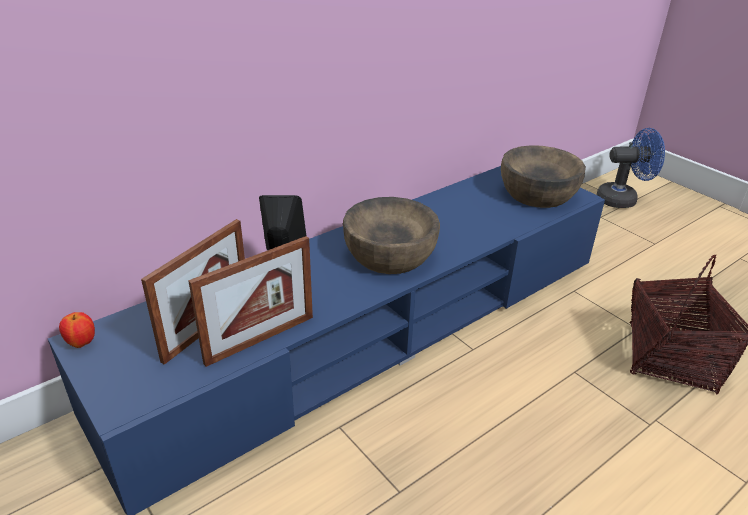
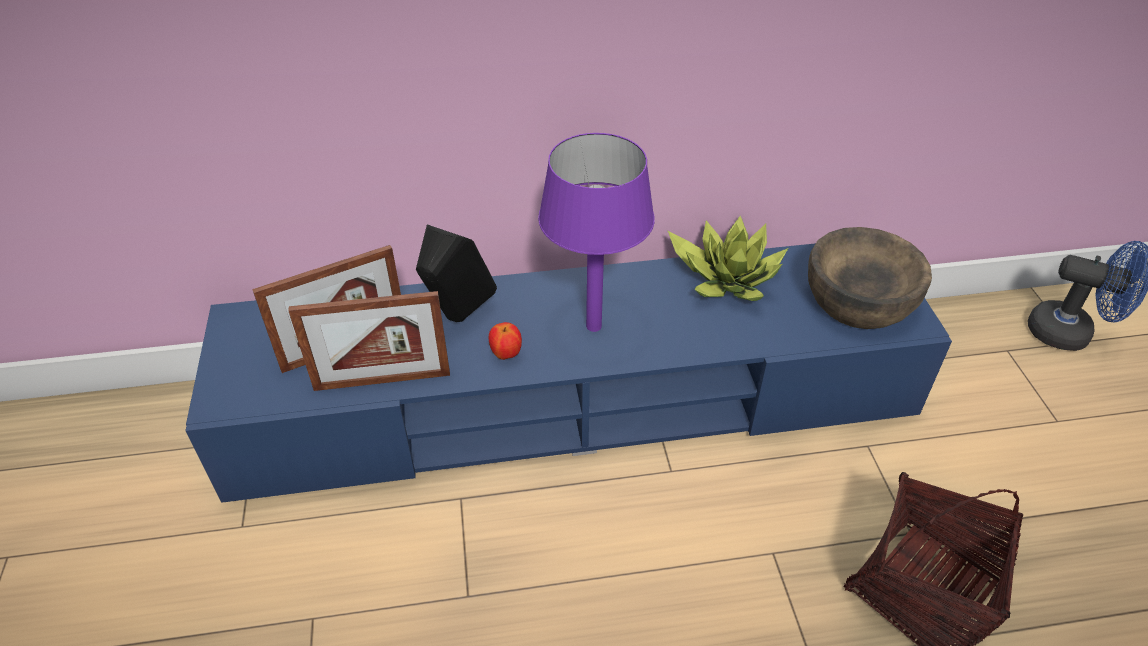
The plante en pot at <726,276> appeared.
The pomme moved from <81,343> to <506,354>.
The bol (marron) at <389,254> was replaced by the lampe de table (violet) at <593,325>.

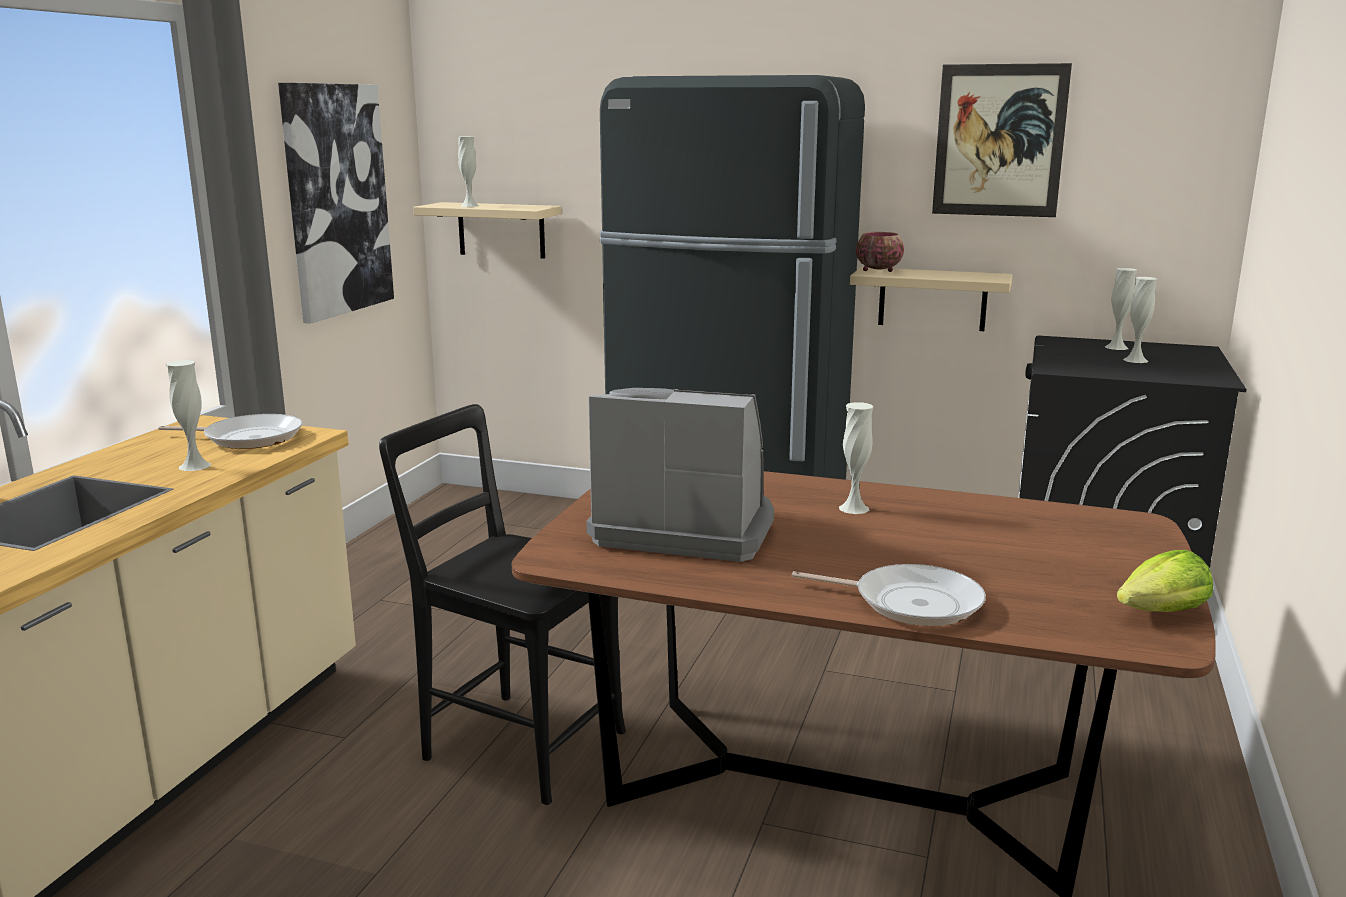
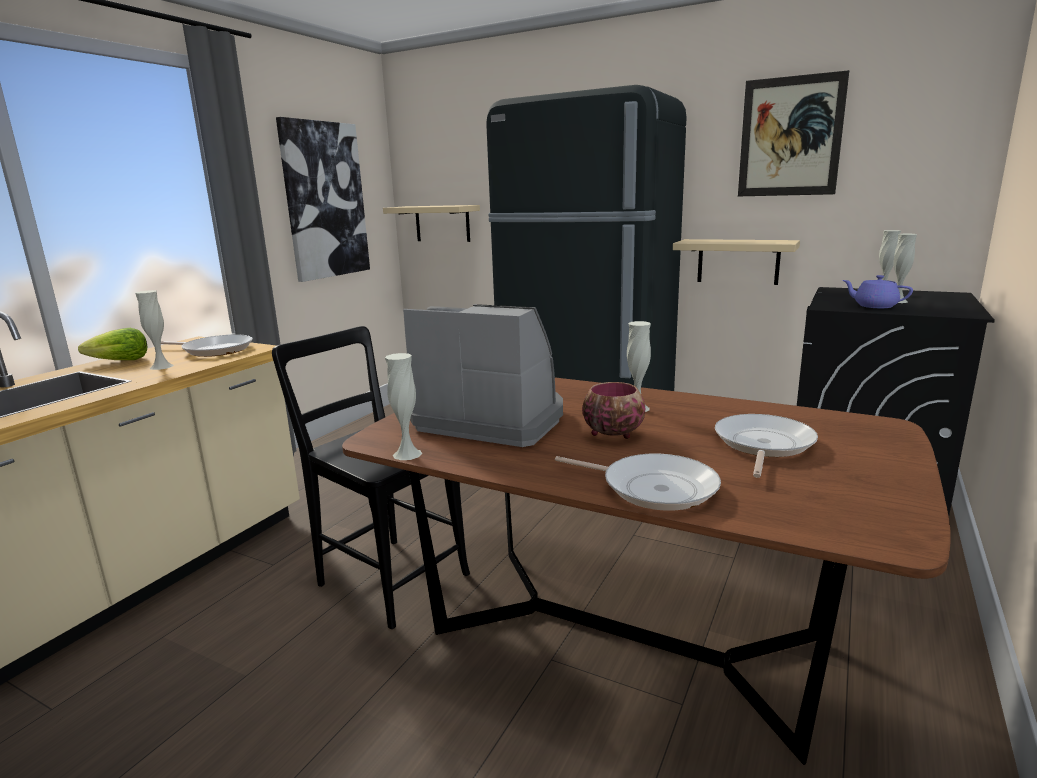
The poêle at <762,445> appeared.
The théière (violet) at <874,306> appeared.
The vase (blanc) moved from <469,206> to <407,454>.
The bol moved from <878,270> to <612,433>.
The laitue moved from <1162,613> to <119,361>.

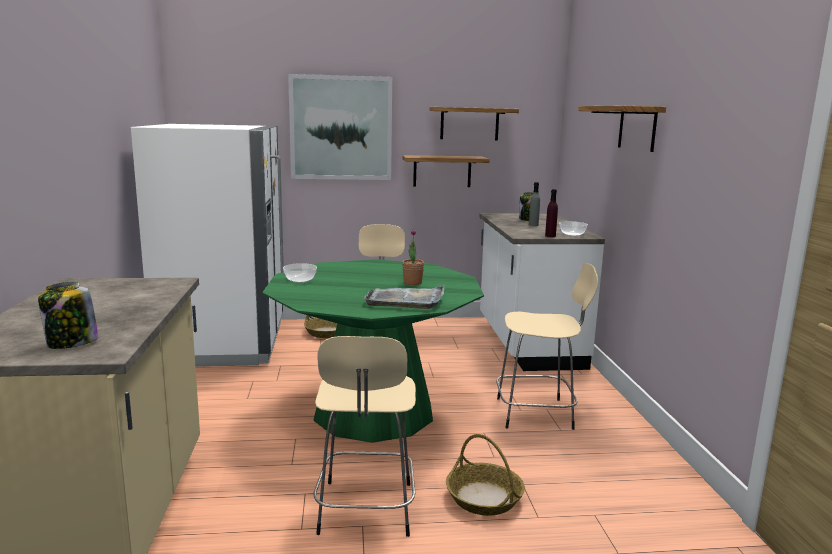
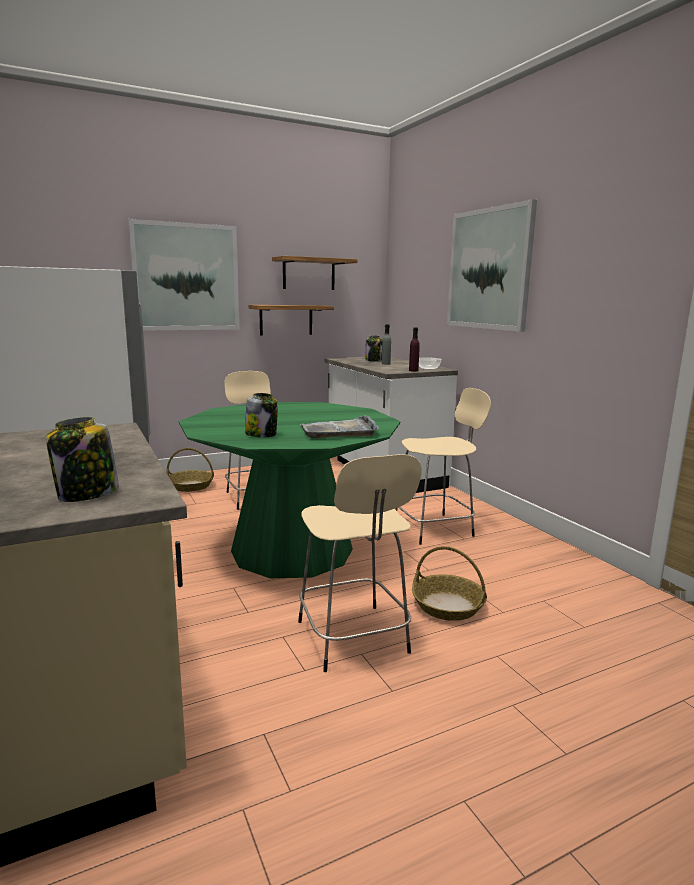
The bol at <300,280> disappeared.
The plante en pot at <412,283> disappeared.
The bocal at <261,434> appeared.
The étagère at <637,128> was replaced by the tableau at <489,269>.

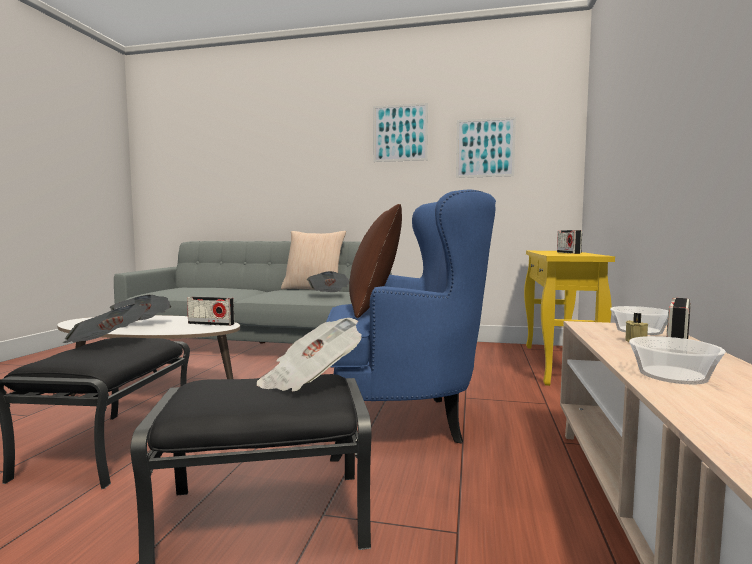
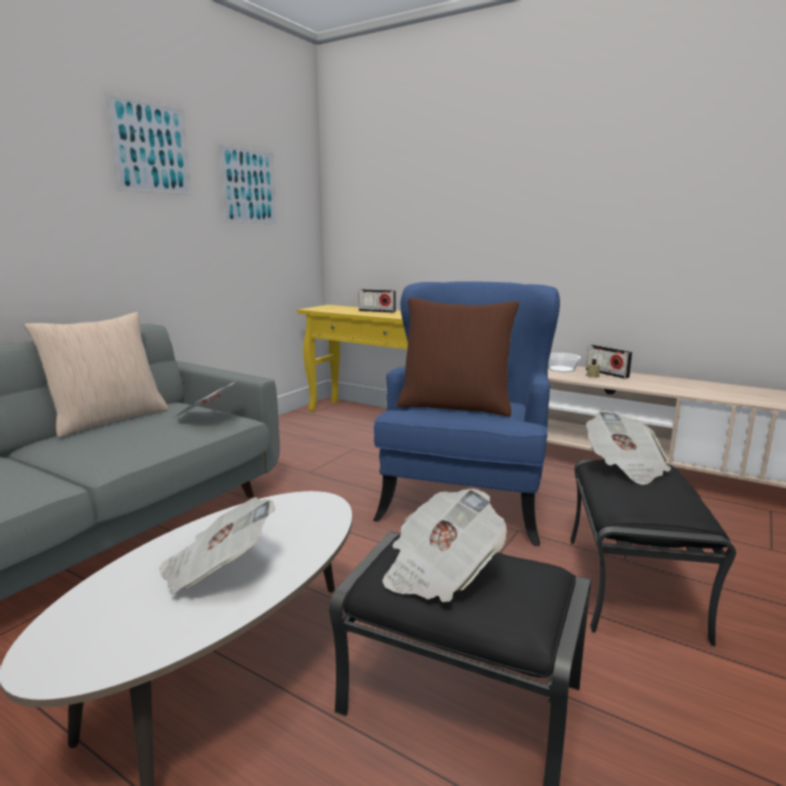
The radio at <211,324> disappeared.
The bol at <672,375> disappeared.

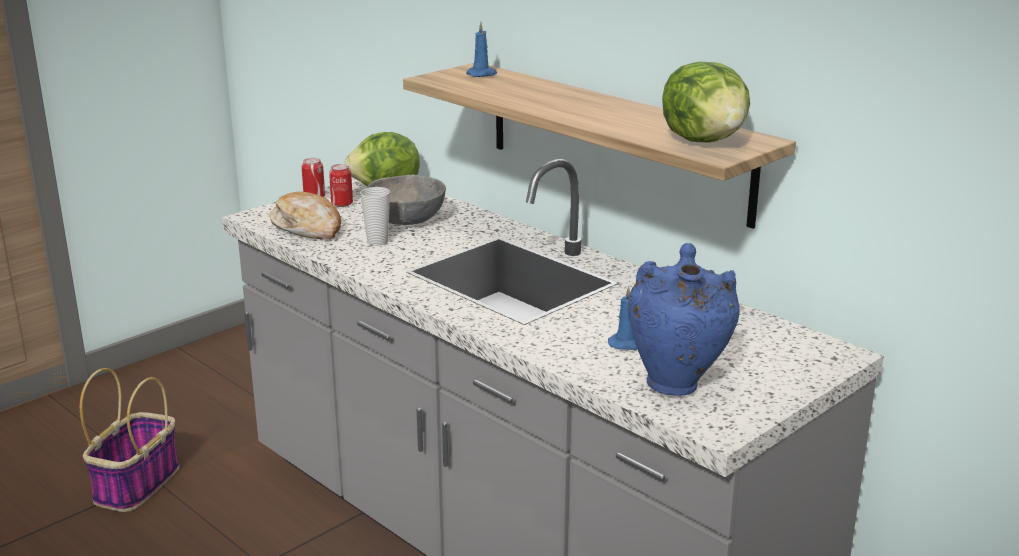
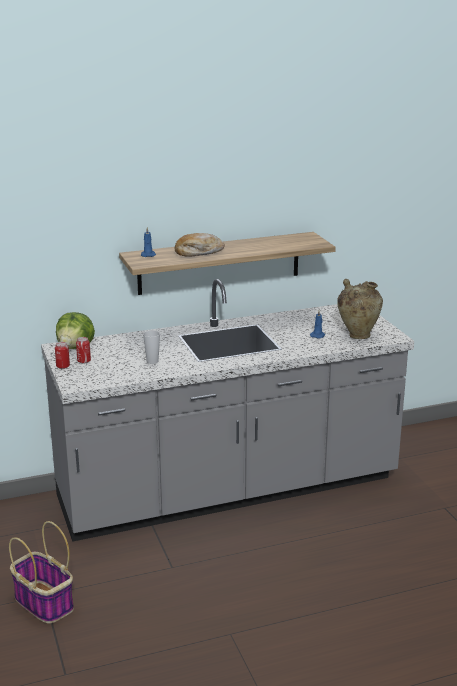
The bol (gris) at <406,219> disappeared.
The laitue at <705,140> disappeared.
The pain moved from <308,228> to <198,252>.
The vase (bleu) at <677,384> became the vase (beige) at <358,335>.

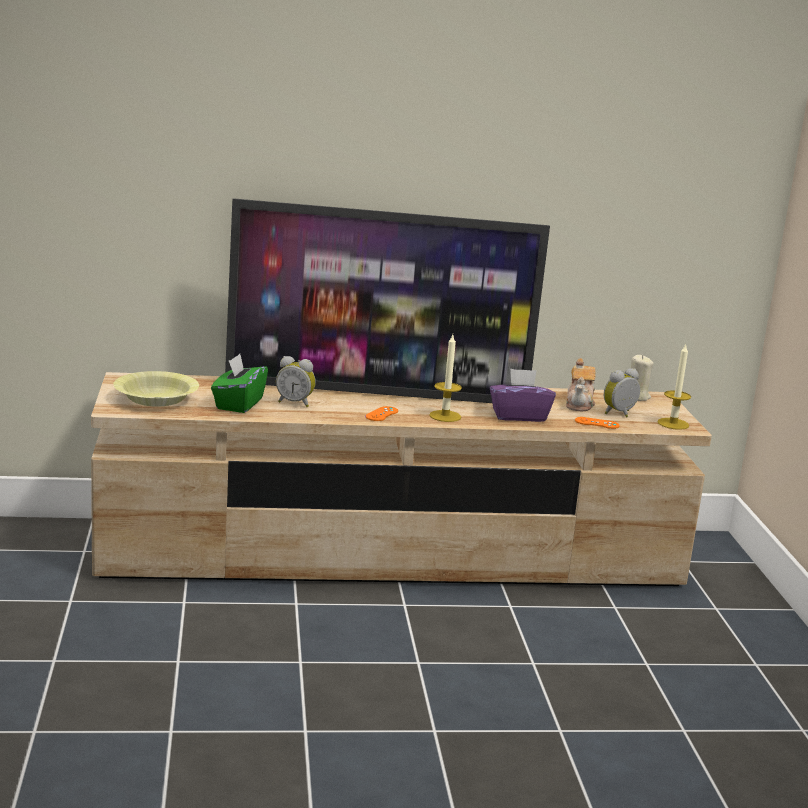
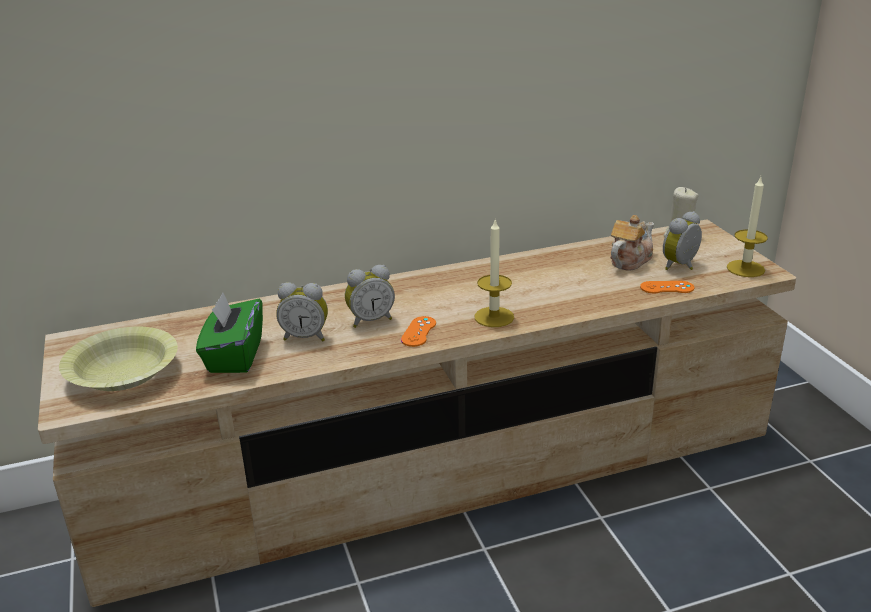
The téléviseur at <377,393> disappeared.
The boîte à mouchoirs (violet) at <519,416> disappeared.
The réveil at <370,320> appeared.
The théière at <579,404> turned 135 degrees counterclockwise.

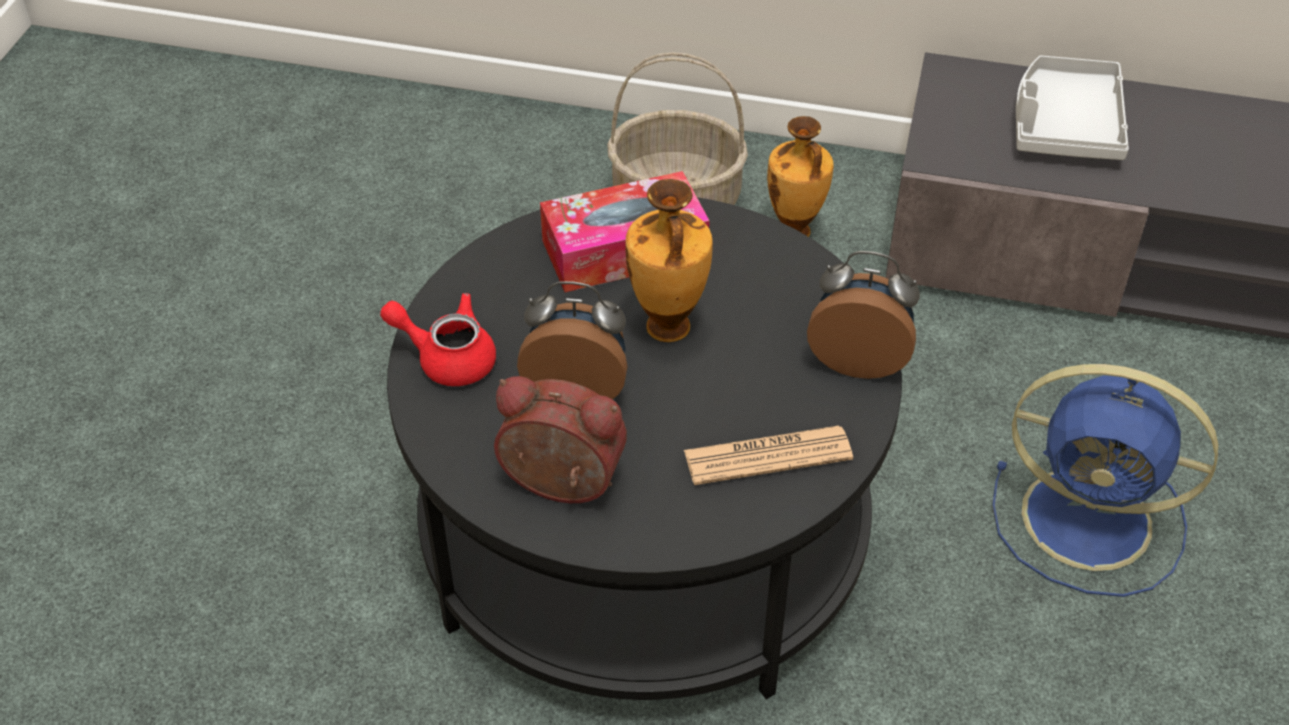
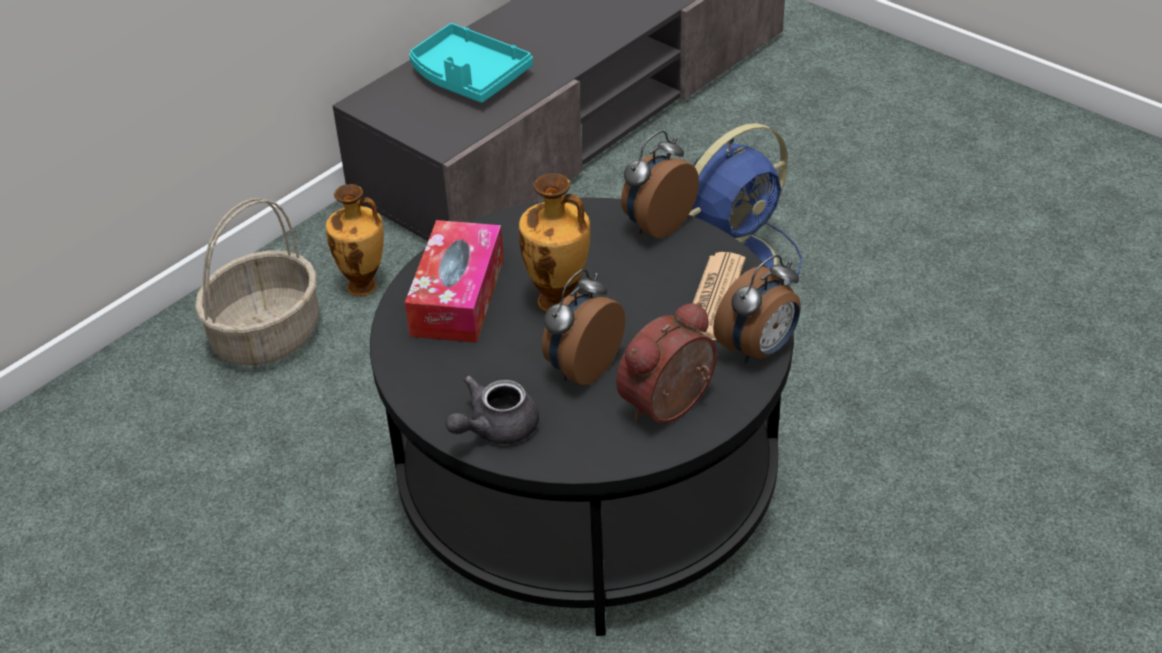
The réveil at <759,350> appeared.
The théière (rouge) at <447,357> became the théière (gris) at <495,429>.
The plateau (gris) at <1065,124> became the plateau (turquoise) at <468,77>.

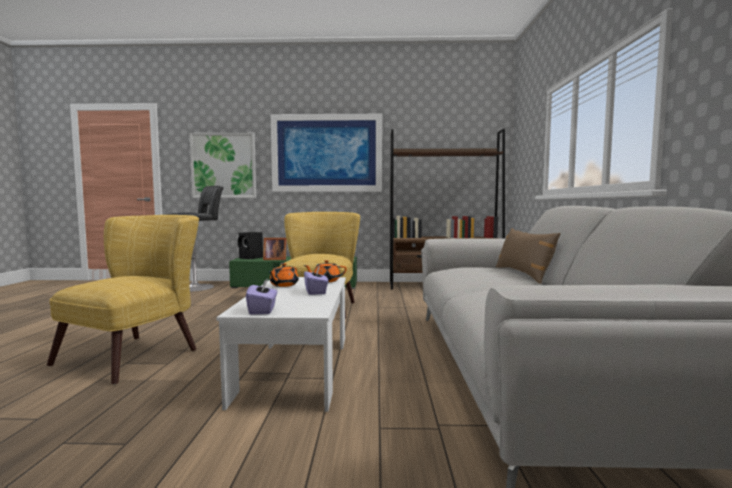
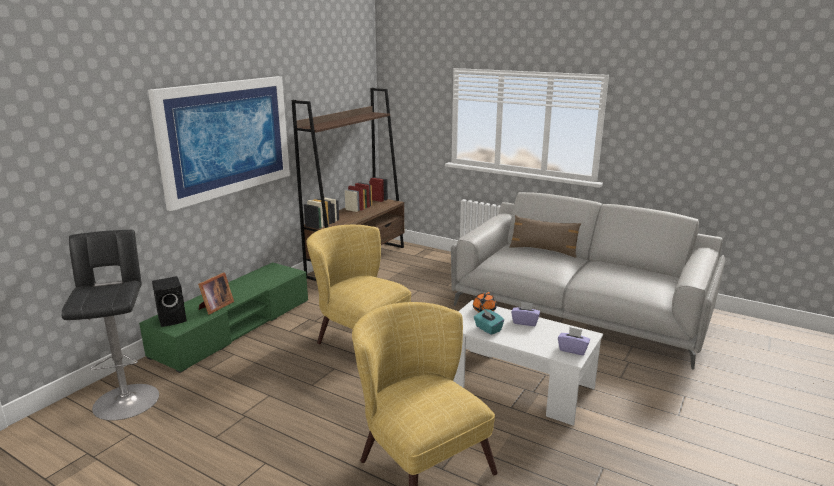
The tableau at <223,165> disappeared.
The théière (orange) at <283,285> was replaced by the boîte à mouchoirs (turquoise) at <488,329>.

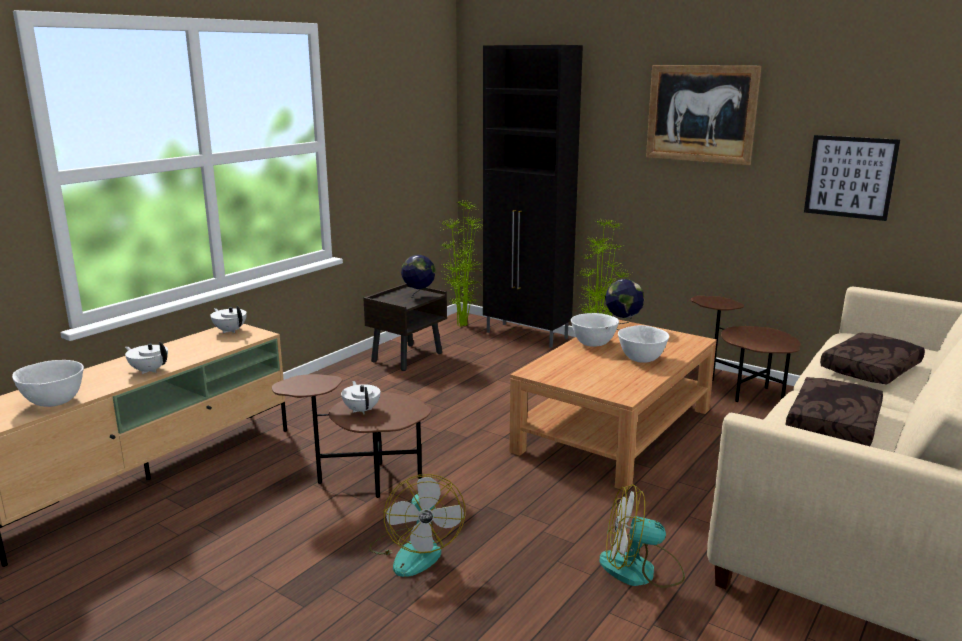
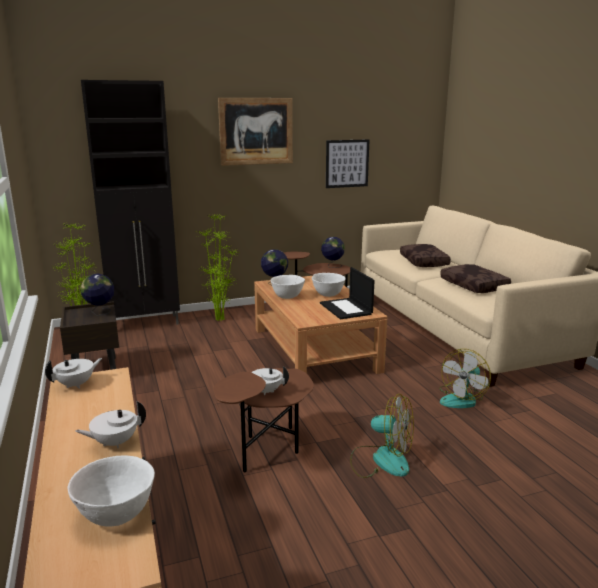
The ordinateur portable at <346,309> appeared.
The globe at <332,266> appeared.
The théière (blanc) at <230,330> turned 150 degrees clockwise.

